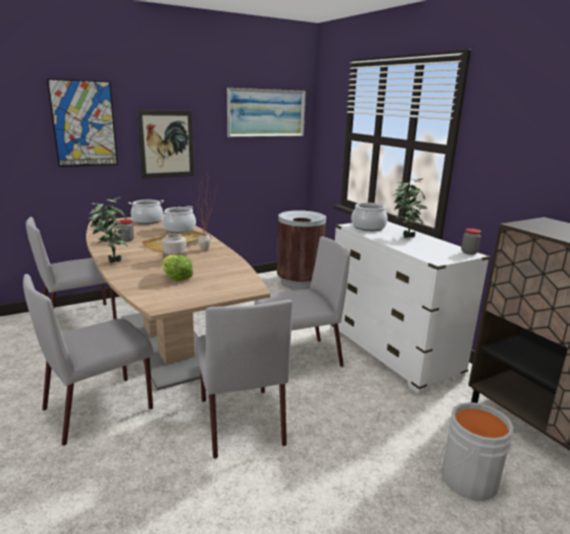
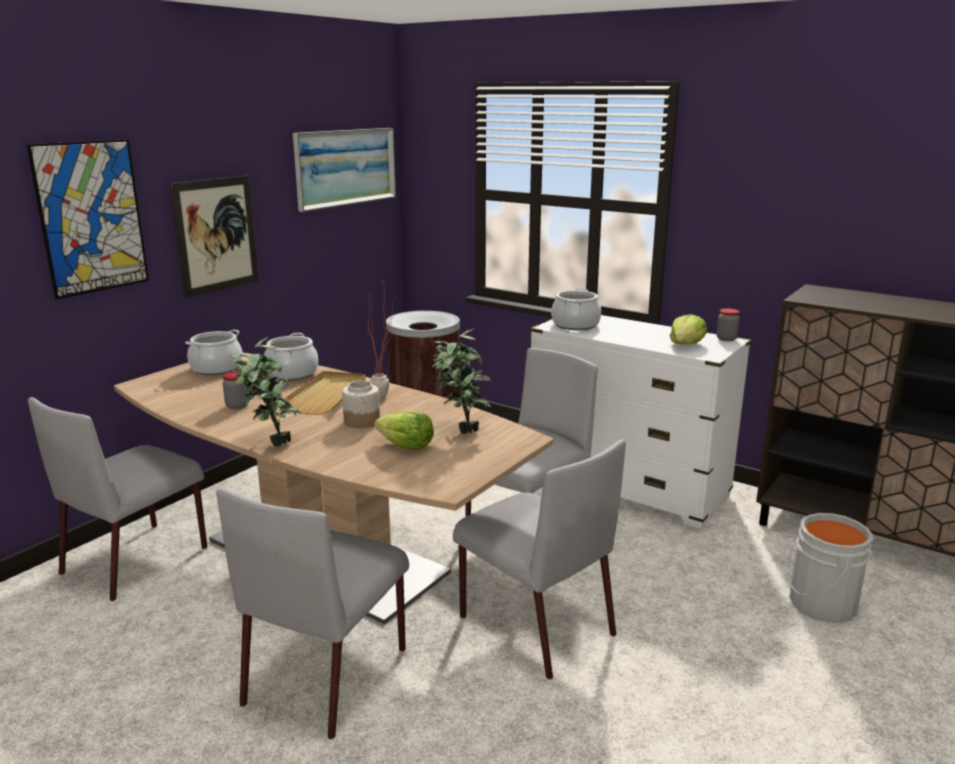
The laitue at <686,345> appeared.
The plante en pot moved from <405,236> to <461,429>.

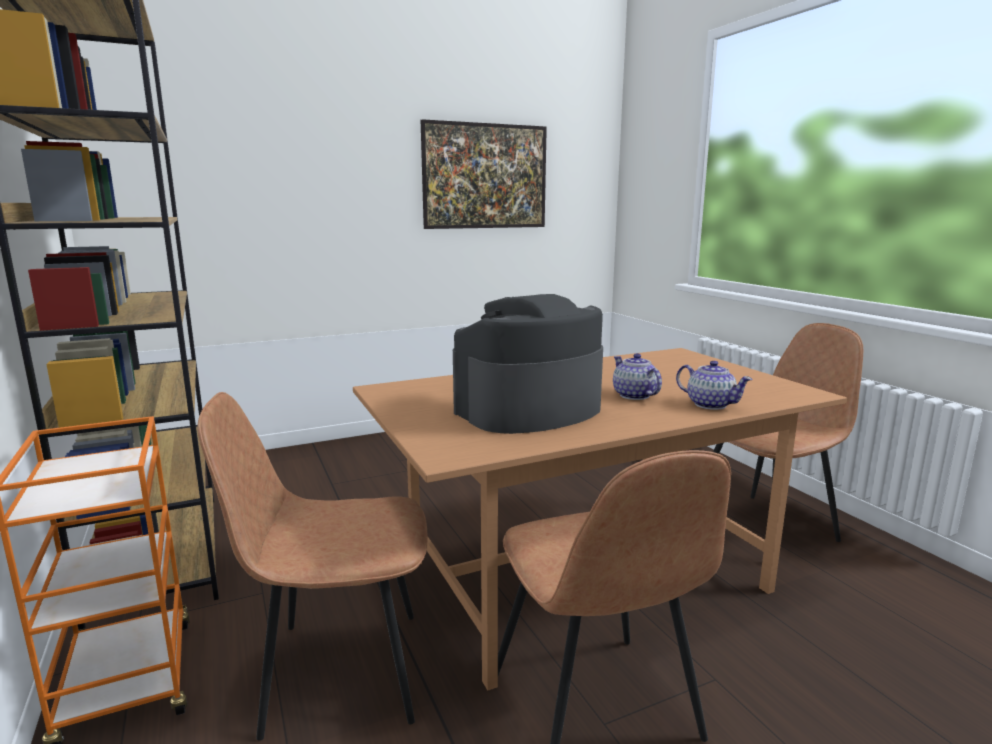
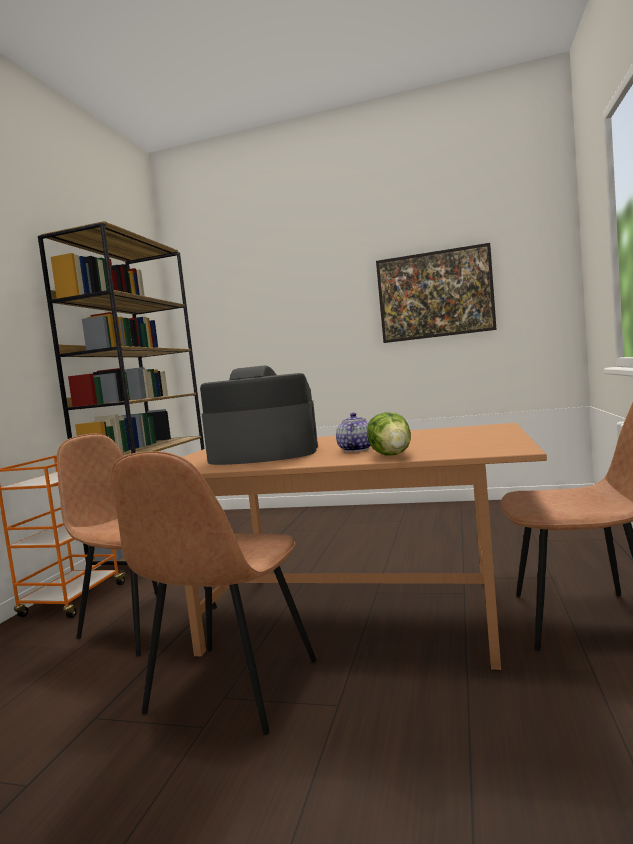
The théière at <710,404> was replaced by the laitue at <392,455>.

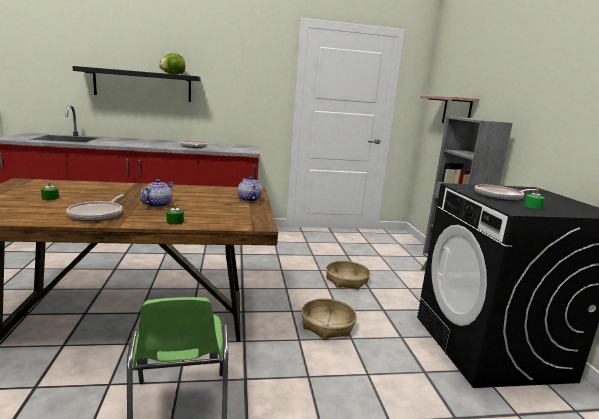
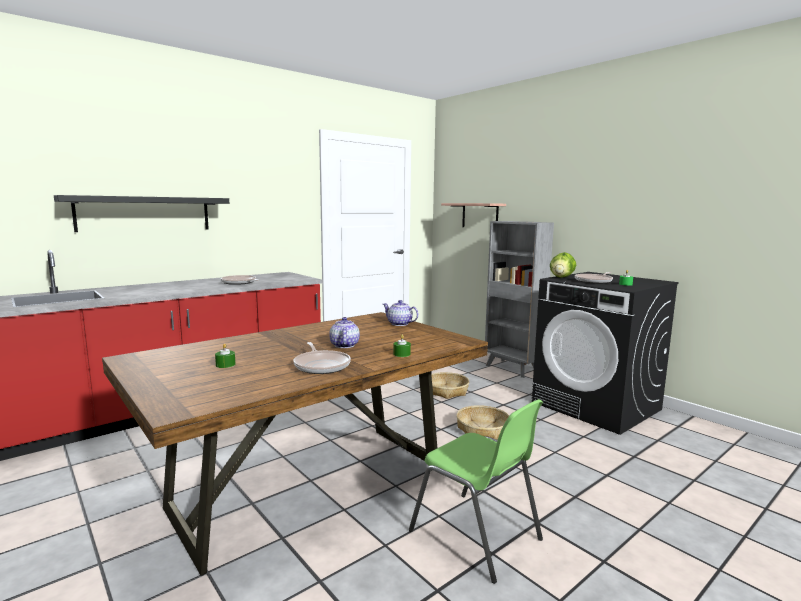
The laitue moved from <172,74> to <561,277>.

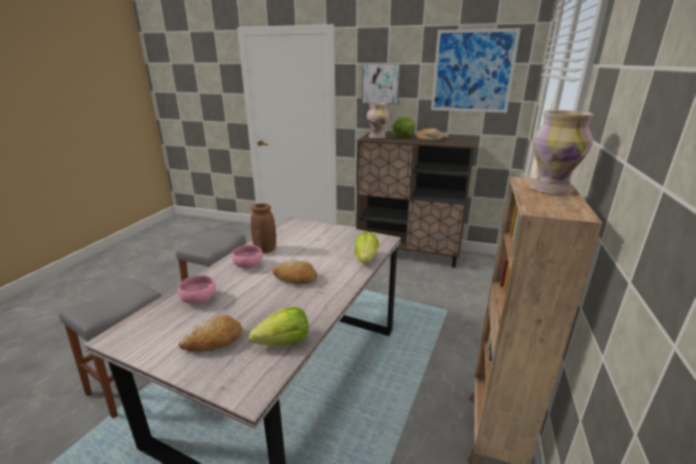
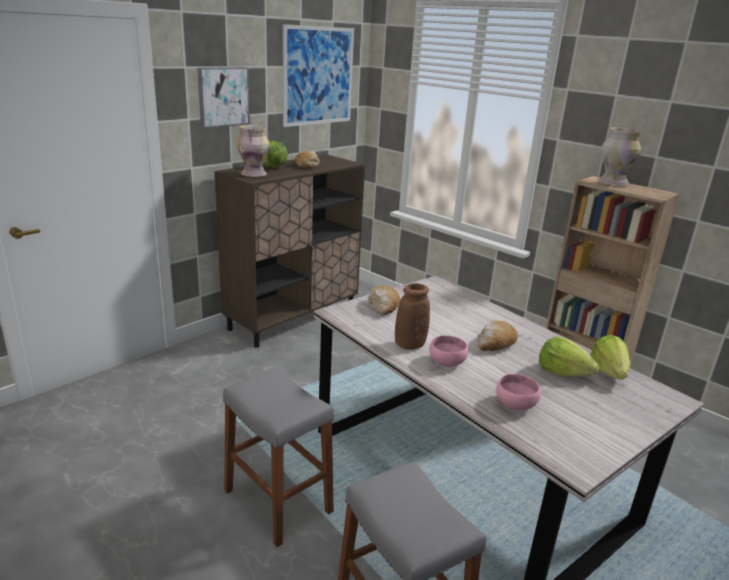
The pain moved from <214,342> to <383,306>.
The laitue moved from <366,259> to <562,372>.

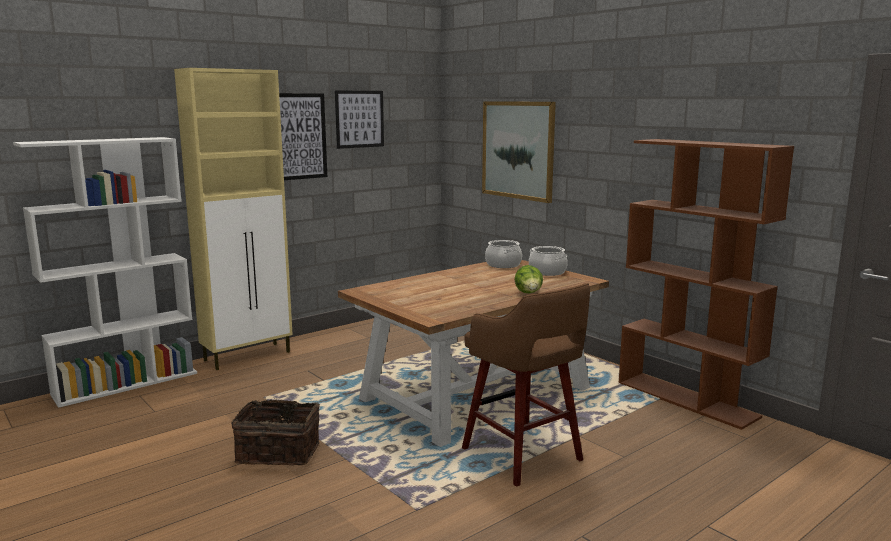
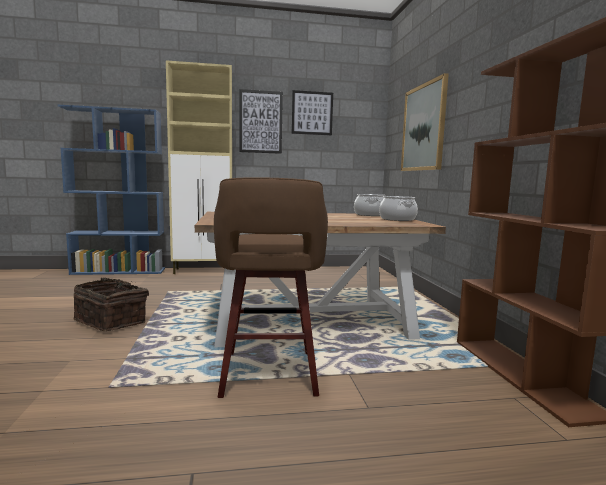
The laitue at <529,294> disappeared.
The bibliothèque (blanc) at <127,383> became the bibliothèque (bleu) at <119,271>.

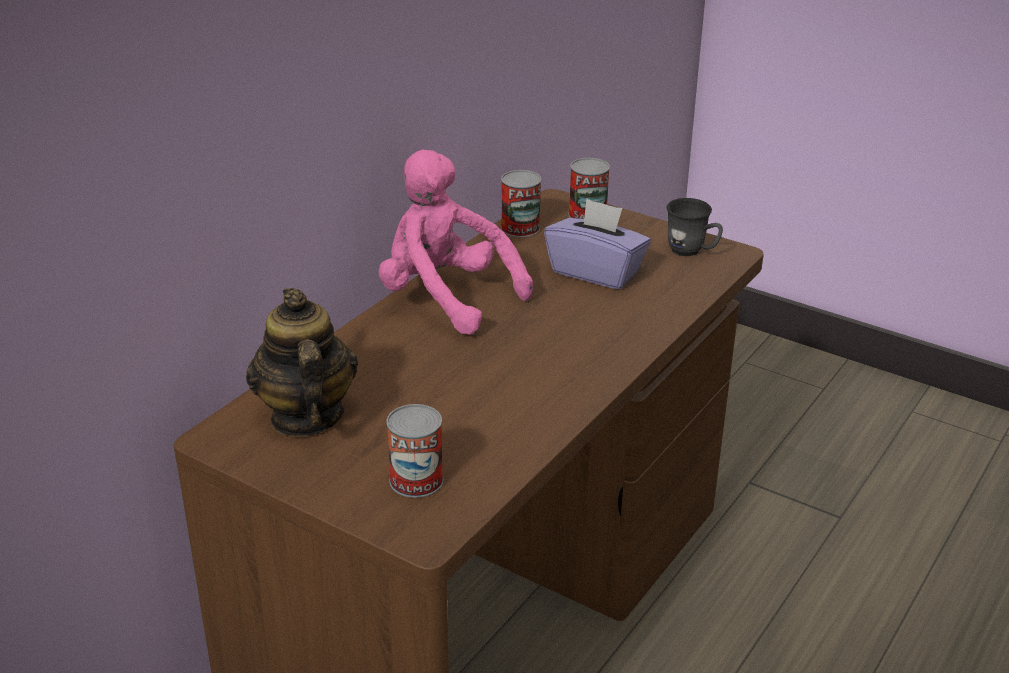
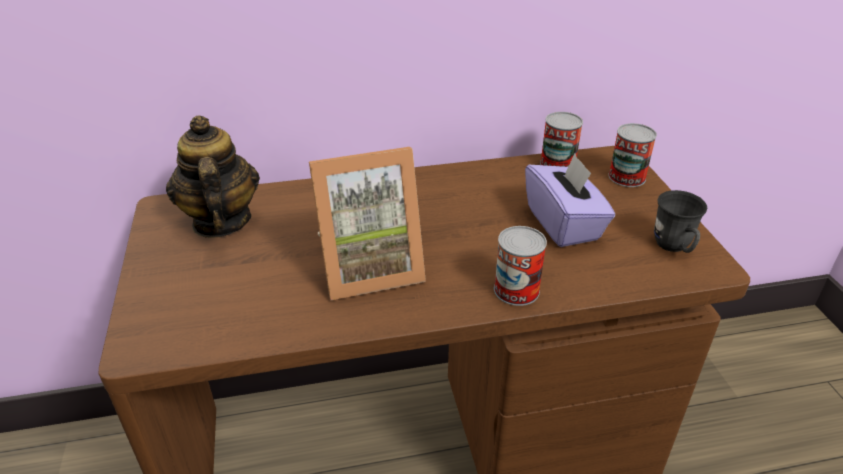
The peluche (rose) at <445,298> disappeared.
The cadre photo at <369,268> appeared.
The boîte métallique moved from <416,480> to <516,290>.
The théière at <305,417> turned 45 degrees counterclockwise.

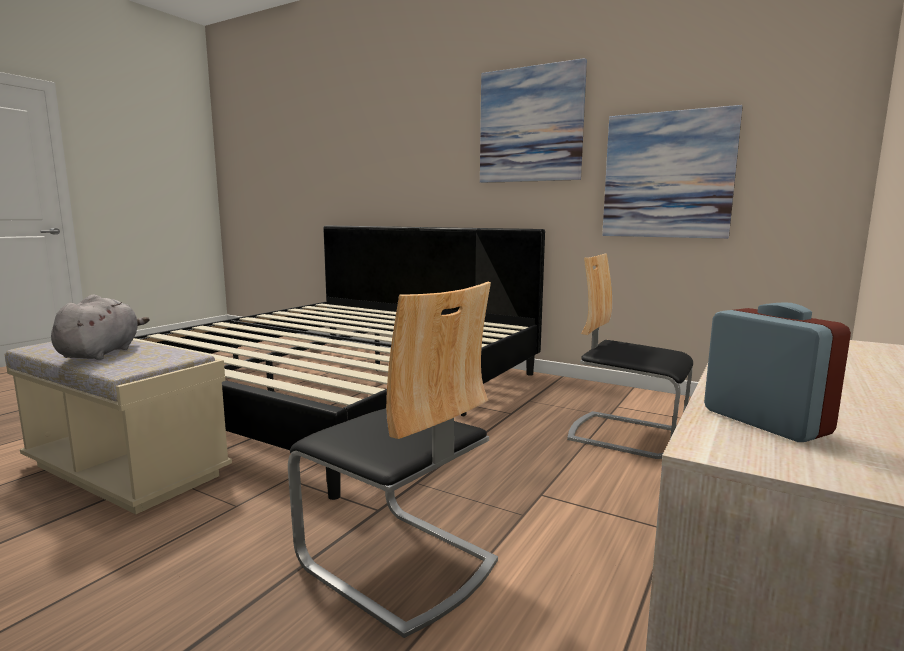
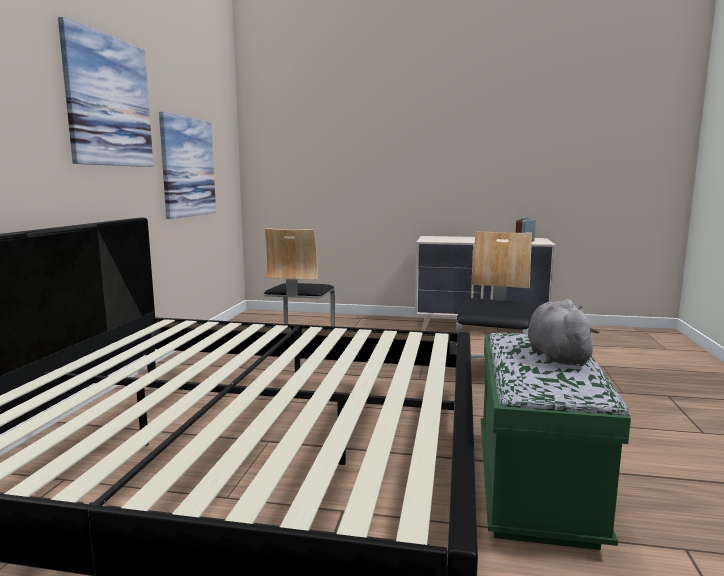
The banc (beige) at <126,471> became the banc (vert) at <533,484>.
The peluche (gris) at <101,353> turned 105 degrees clockwise.

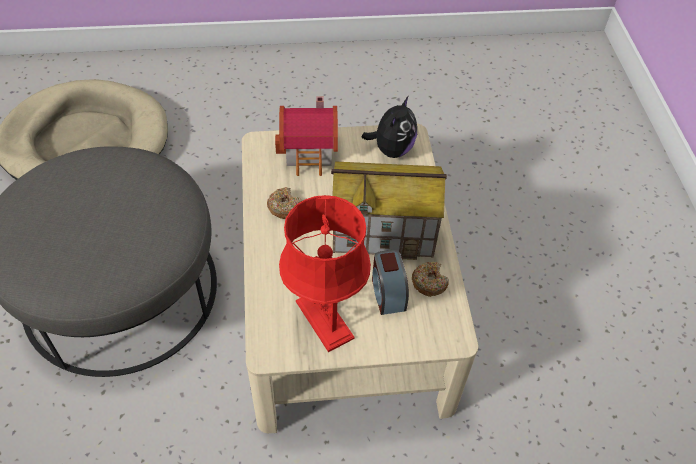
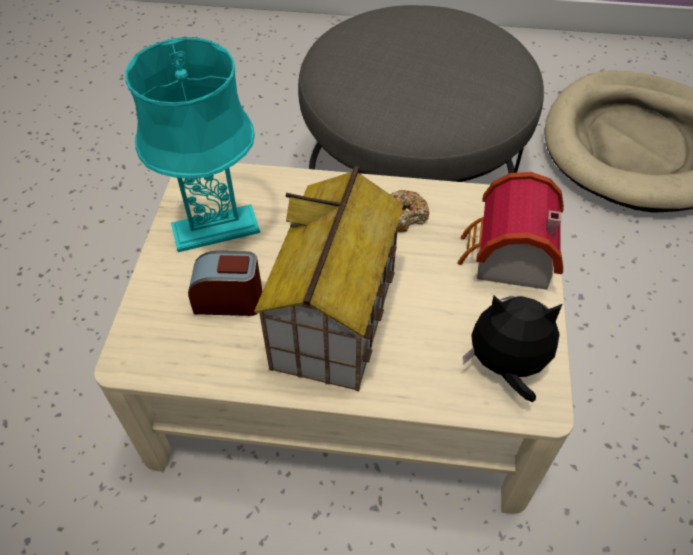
The beignet at <429,282> disappeared.
The lampe de table (rouge) at <324,319> became the lampe de table (turquoise) at <216,228>.
The peluche at <391,149> turned 150 degrees clockwise.

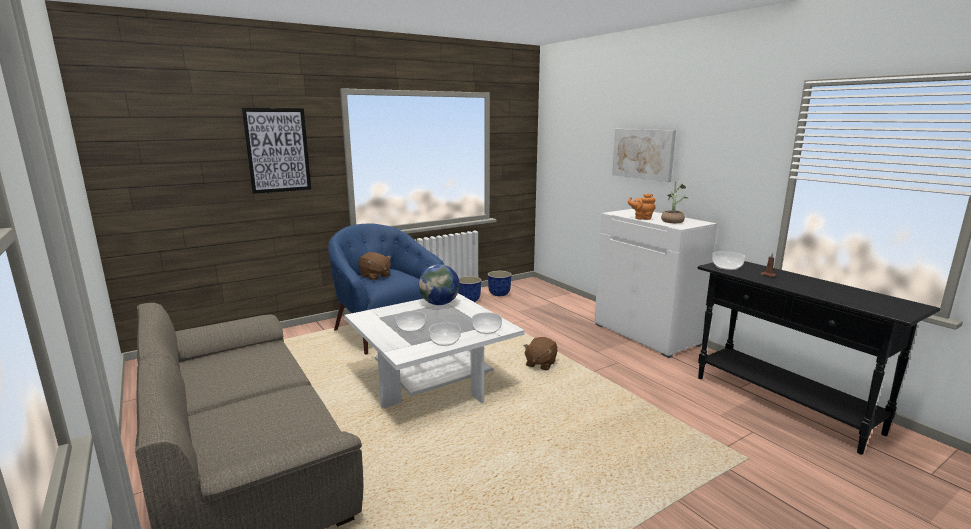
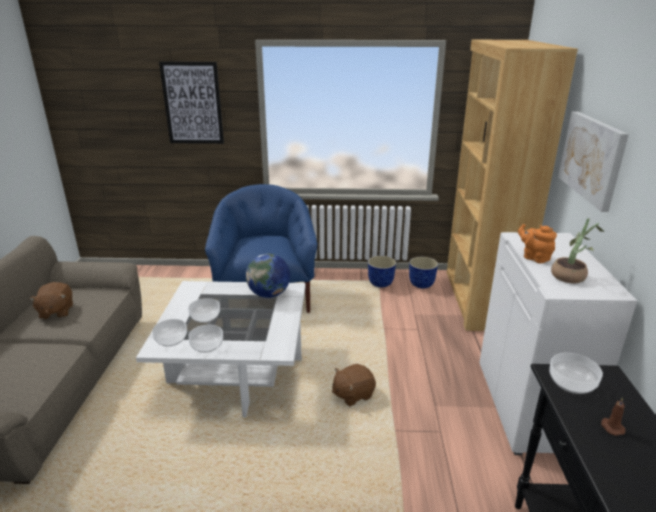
The bibliothèque (marron) at <478,299> appeared.
The peluche (marron) moved from <375,276> to <56,312>.
The bol moved from <486,329> to <171,339>.

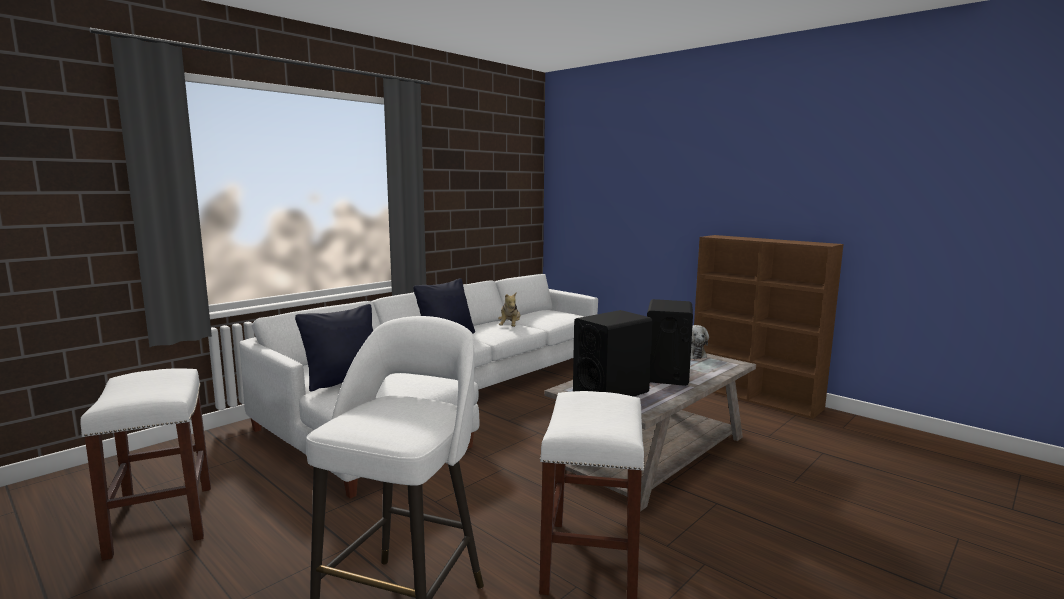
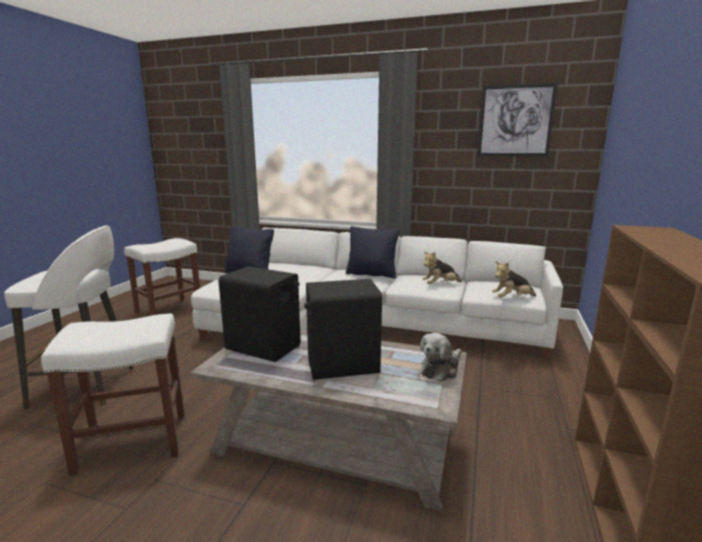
The tableau at <515,121> appeared.
The peluche at <512,299> appeared.

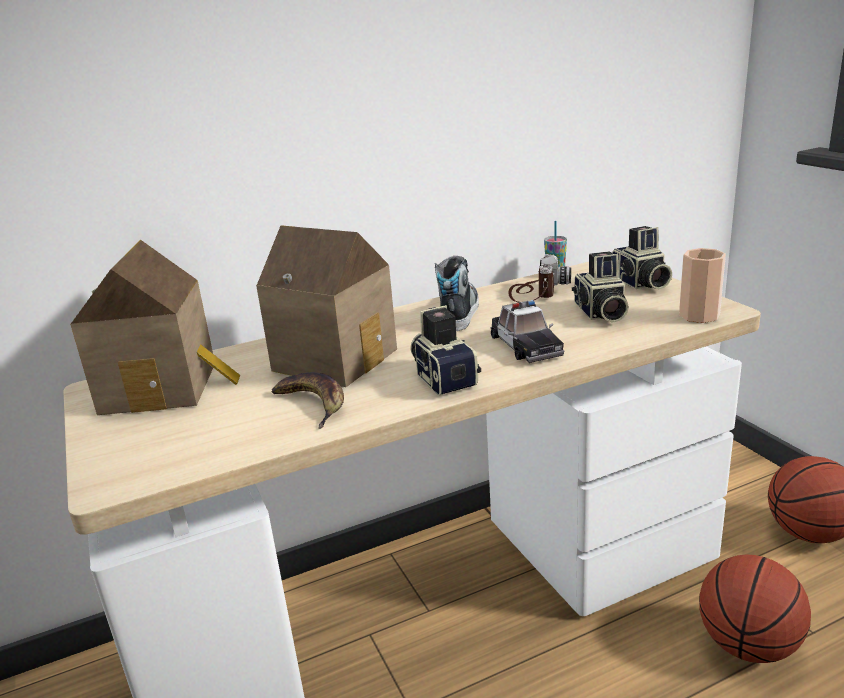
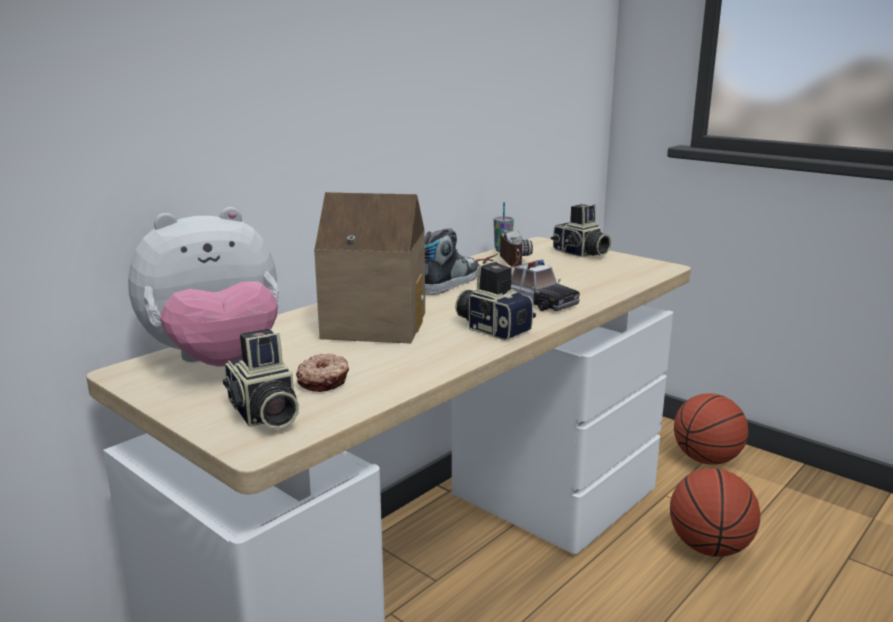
The banane at <312,404> disappeared.
The tasse at <699,315> disappeared.
The beignet at <324,381> appeared.
The appareil photo moved from <600,313> to <263,414>.
The maison miniature at <166,387> was replaced by the peluche at <216,362>.
The chaussure at <458,312> turned 45 degrees clockwise.

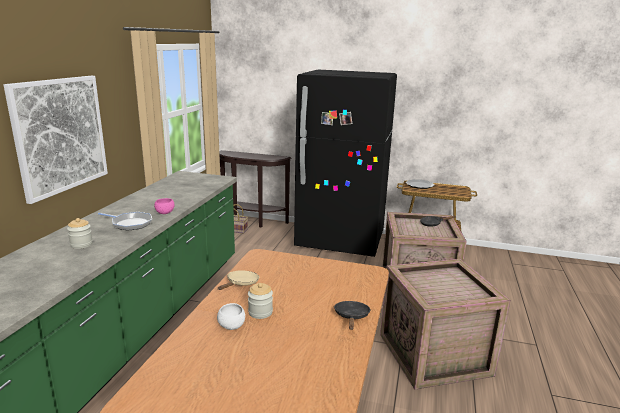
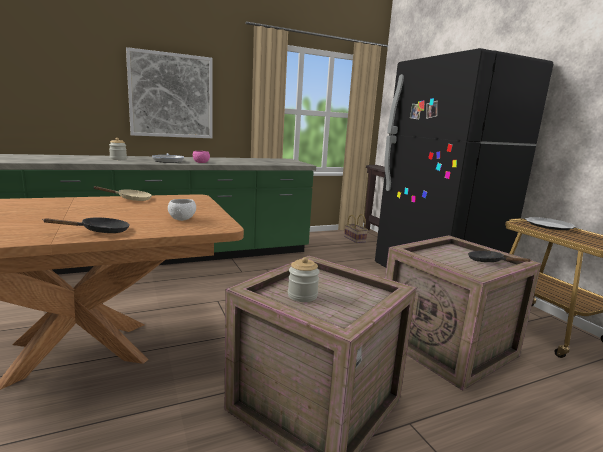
The bol (blanc) moved from <231,326> to <182,219>.
The bocal moved from <260,312> to <302,296>.

